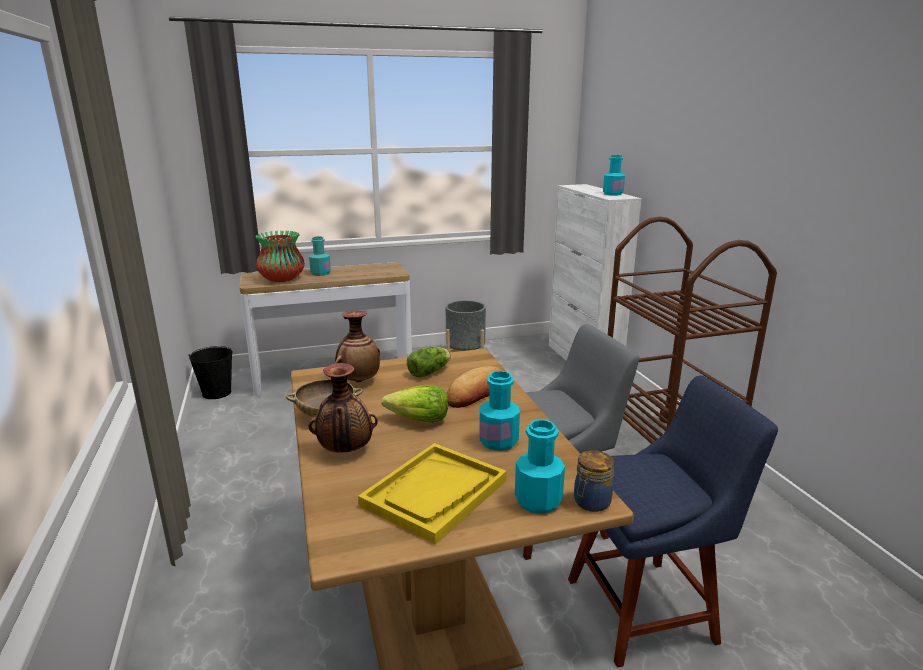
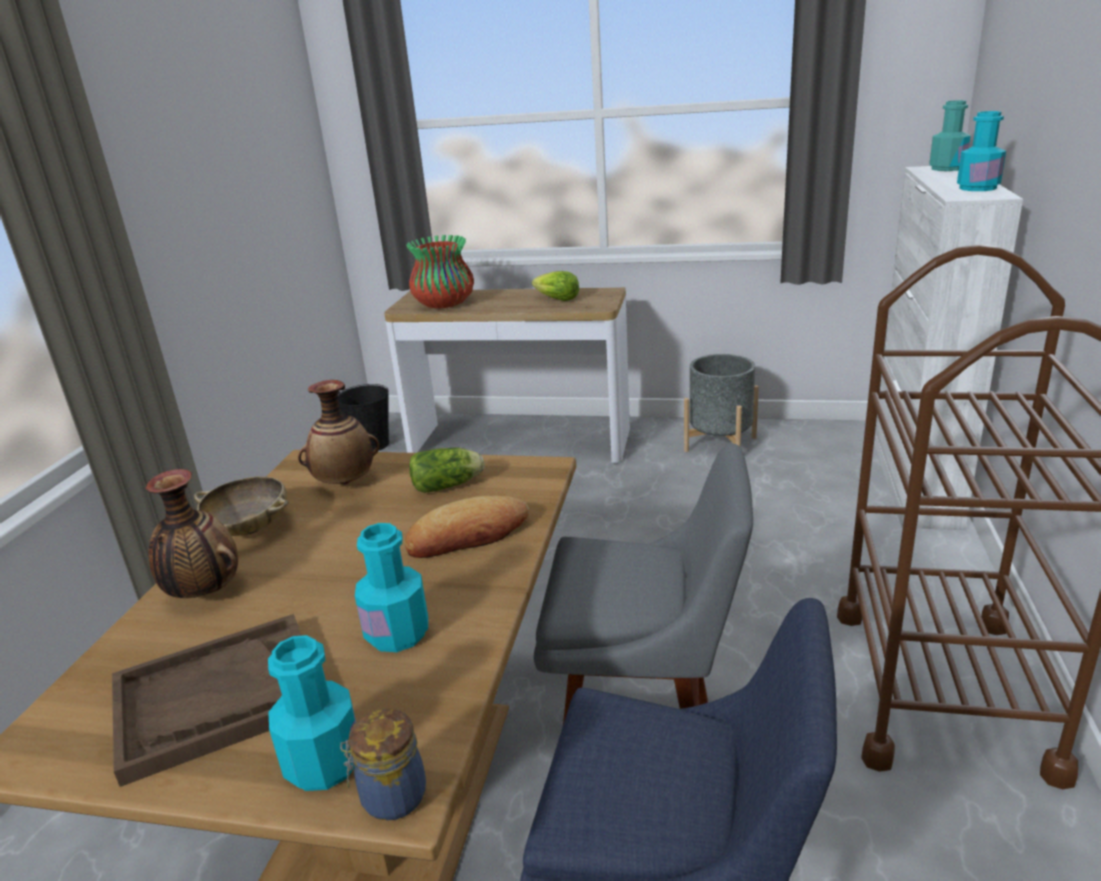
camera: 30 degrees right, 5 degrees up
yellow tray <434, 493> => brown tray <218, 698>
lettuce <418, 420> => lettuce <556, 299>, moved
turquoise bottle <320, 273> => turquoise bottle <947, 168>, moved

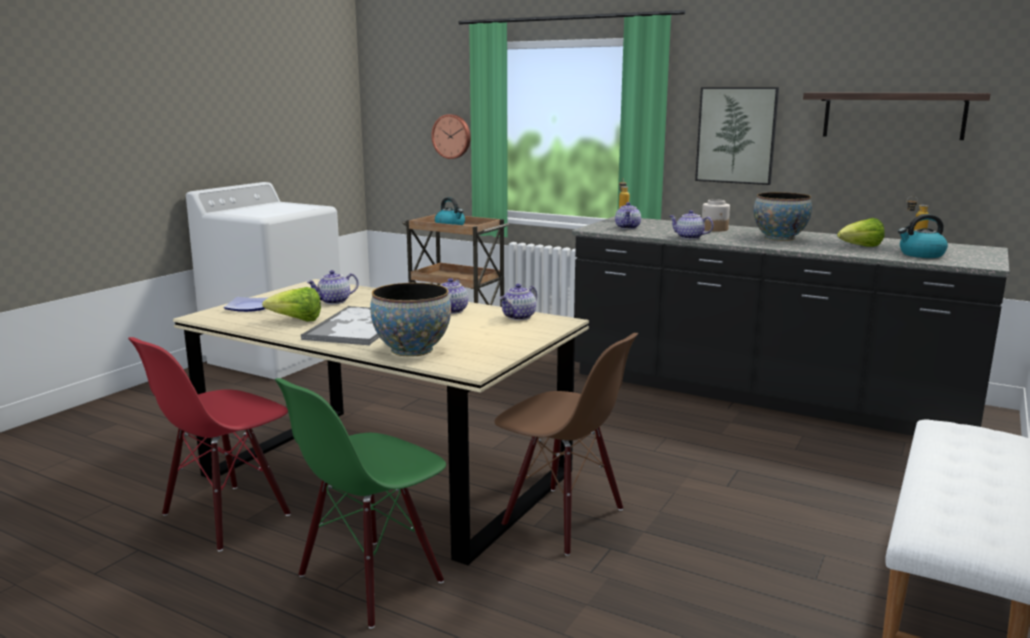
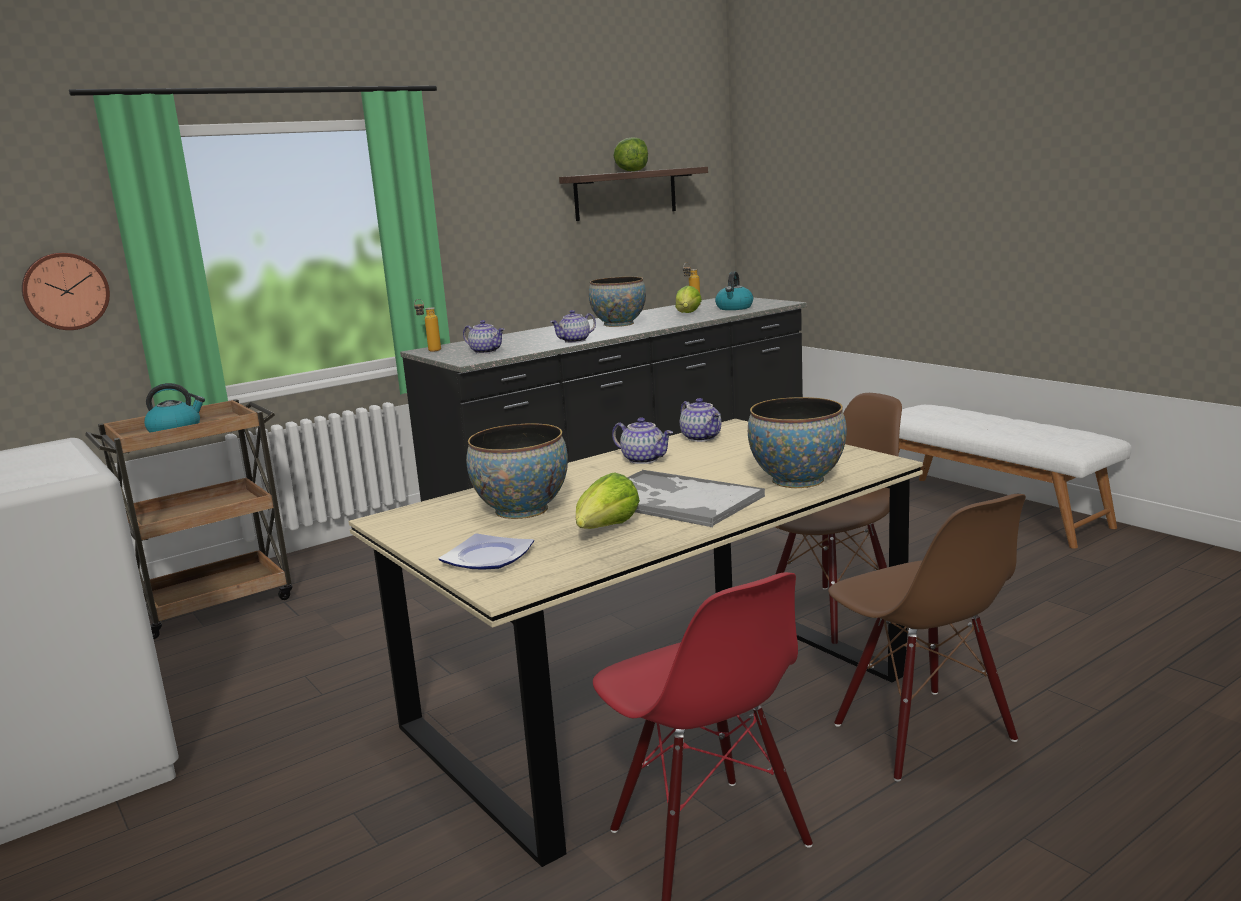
camera: 65 degrees left, 0 degrees up
teapot <334, 302> => bowl <522, 510>
nothing => lettuce <632, 171>
green chair <371, 580> => brown chair <921, 733>
picture <736, 135> => nothing
jar <715, 229> => nothing

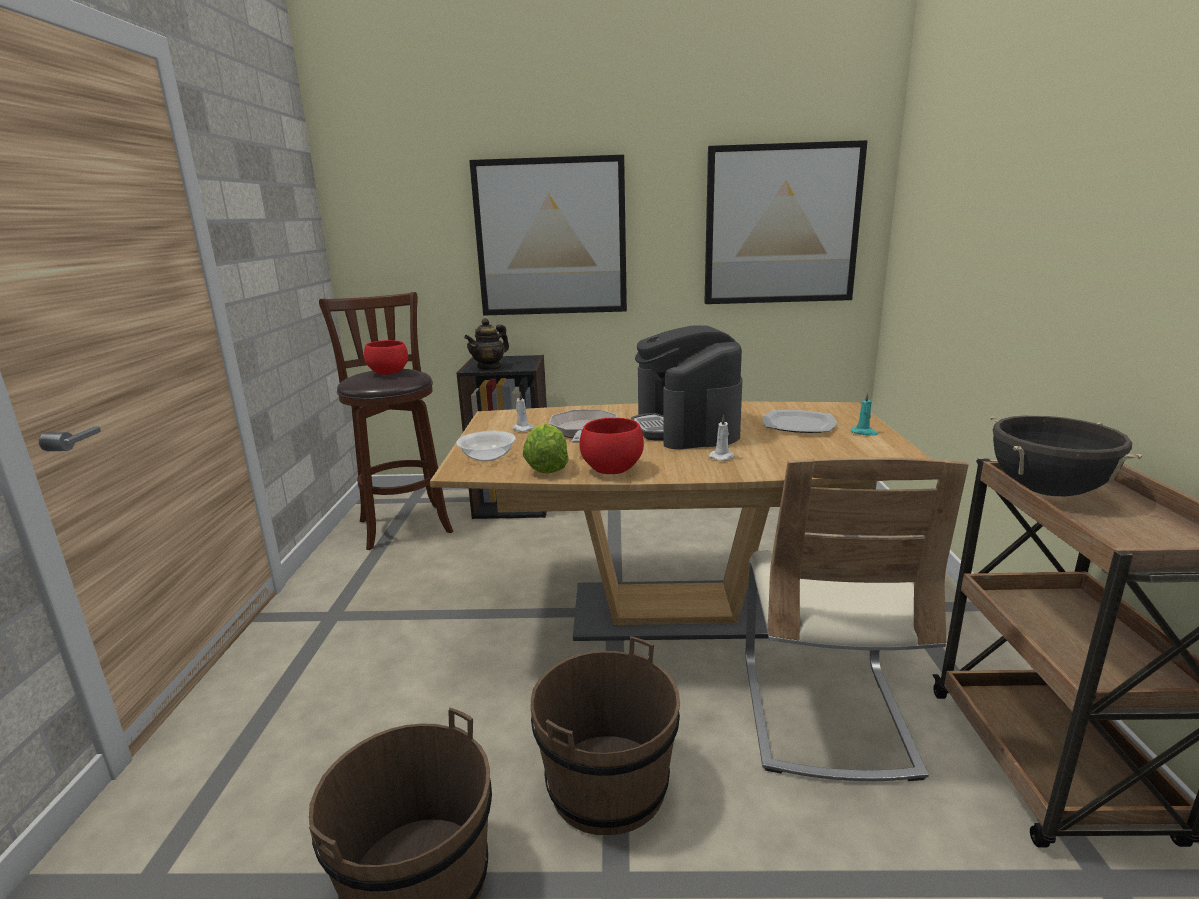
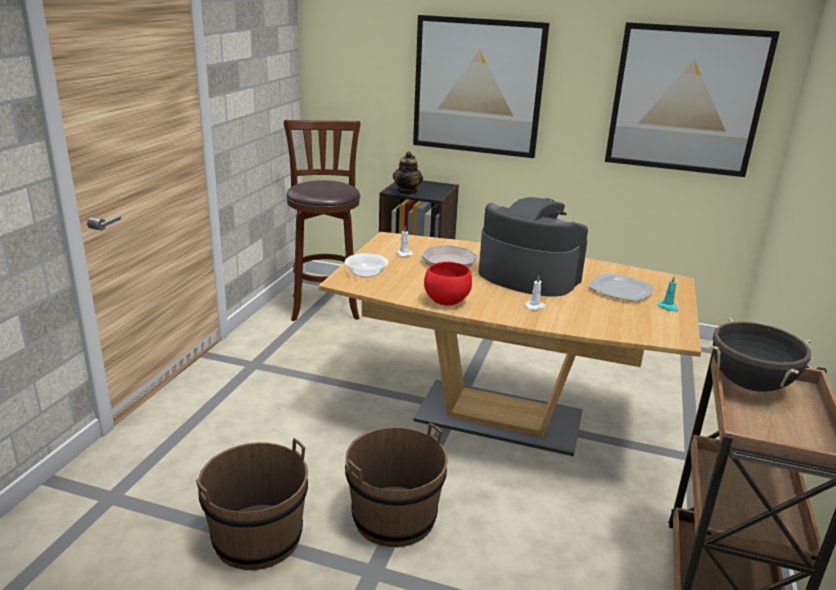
camera: 15 degrees right, 5 degrees up
teapot <489, 367> => teapot <407, 191>, 45 degrees counterclockwise
coffee machine <686, 428> => coffee machine <527, 276>, 120 degrees clockwise
red bowl <389, 373> => nothing
lettuce <546, 467> => nothing
beige chair <824, 712> => nothing

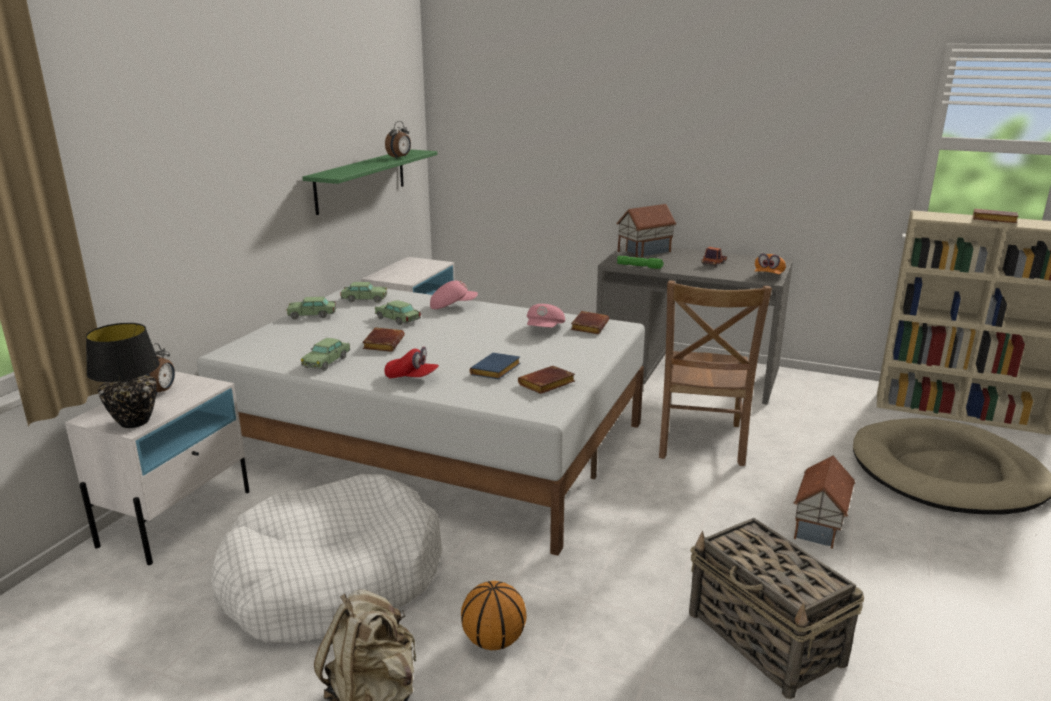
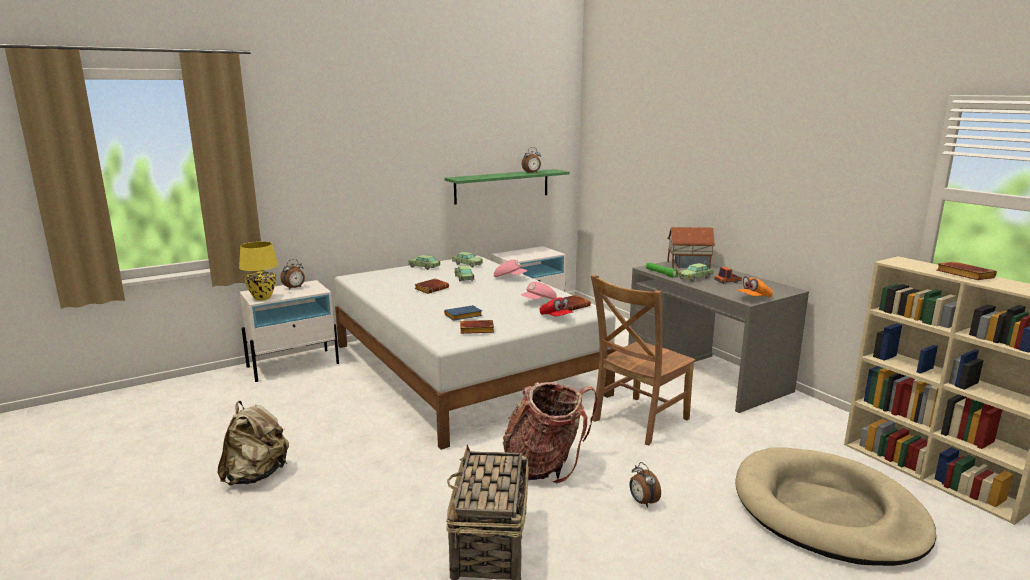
camera: 35 degrees right, 5 degrees down
black table lamp <134, 422> => yellow table lamp <262, 298>
nothing => backpack <545, 466>
red cap <412, 378> => red cap <556, 317>, moved
toy house <821, 527> => alarm clock <642, 502>
toy car <326, 362> => toy car <695, 278>, moved
white dog bed <332, 580> => nothing
basketball <493, 640> => nothing

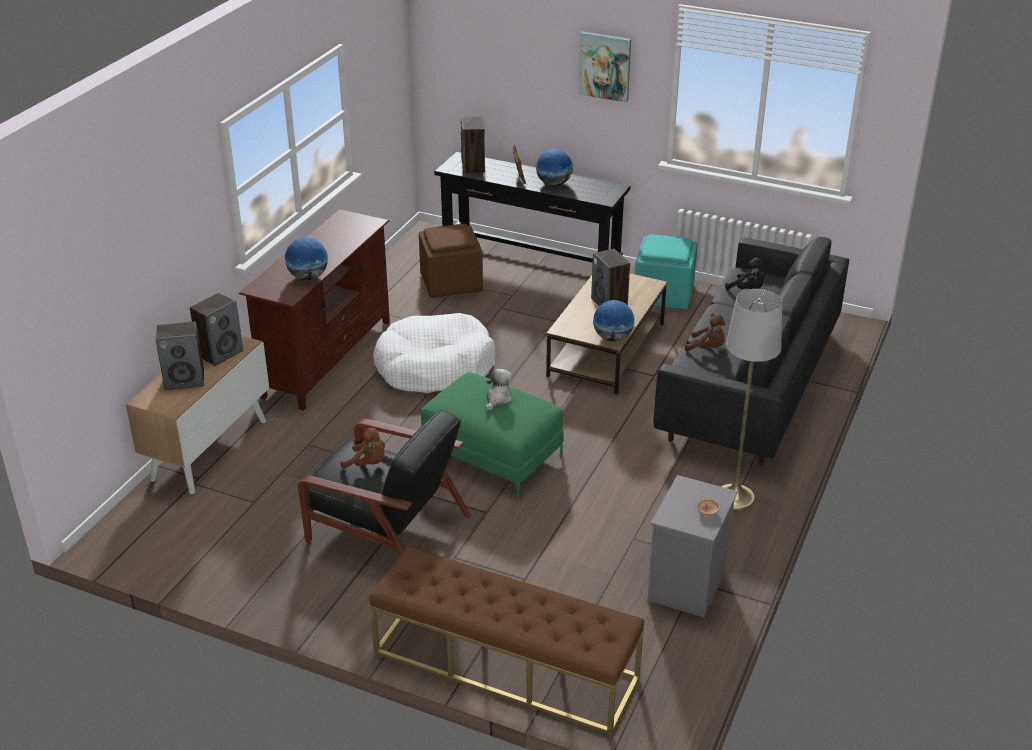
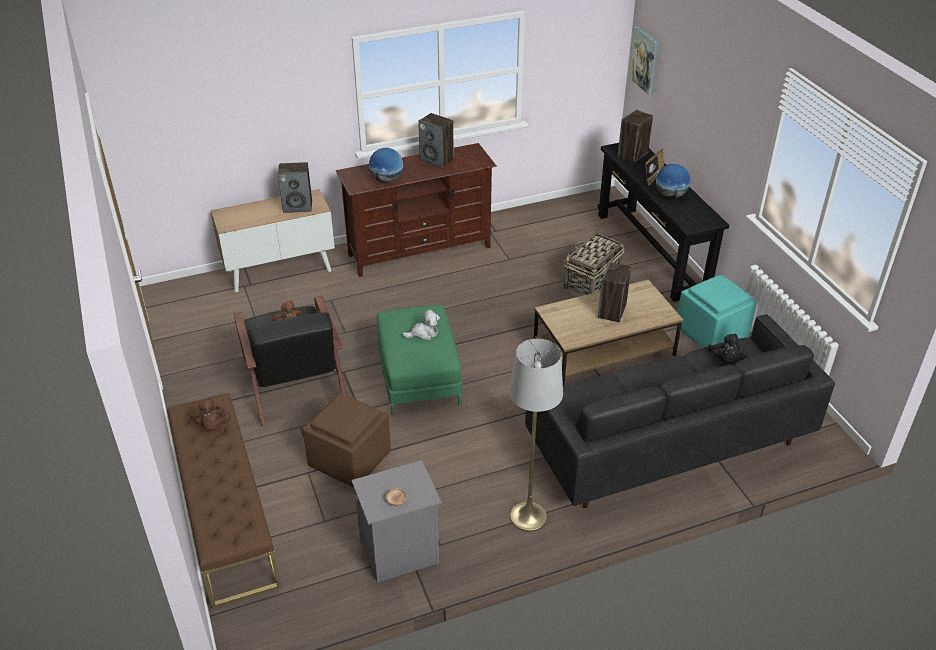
camera: 45 degrees right, 5 degrees up
brown plush toy <707, 348> => brown plush toy <212, 426>, moved
brown ottoman <451, 283> => brown ottoman <350, 459>, moved
speaker <185, 380> => speaker <437, 160>, moved
nothing => basket <591, 281>
picture <605, 66> => picture <645, 60>, moved
white dog bed <434, 367> => nothing
globe <613, 338> => nothing

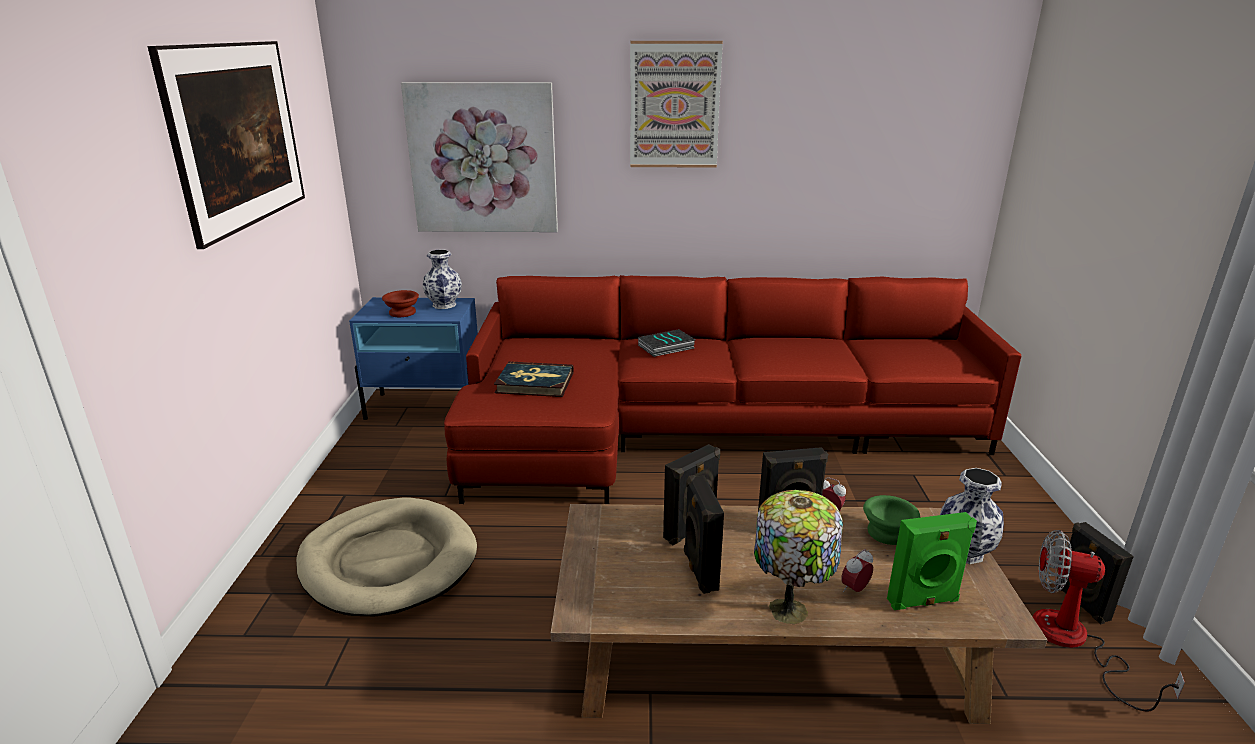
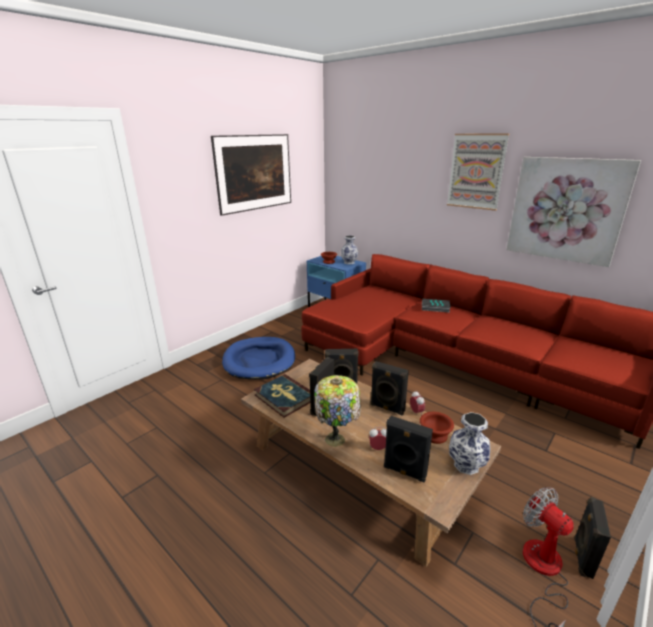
camera: 40 degrees right, 0 degrees up
beige dog bed <388, 561> => blue dog bed <259, 360>
book <535, 383> => book <284, 397>, moved
green speaker <923, 602> => black speaker <404, 472>
green bowl <889, 533> => brown bowl <436, 435>
picture <483, 159> => picture <566, 210>, moved

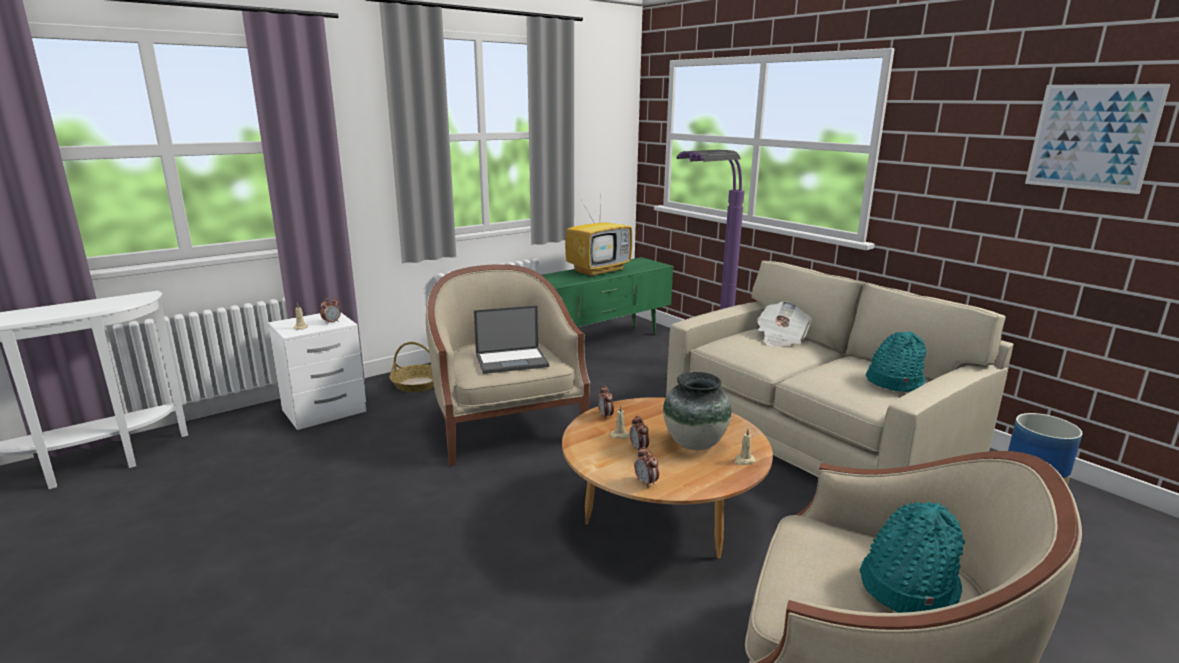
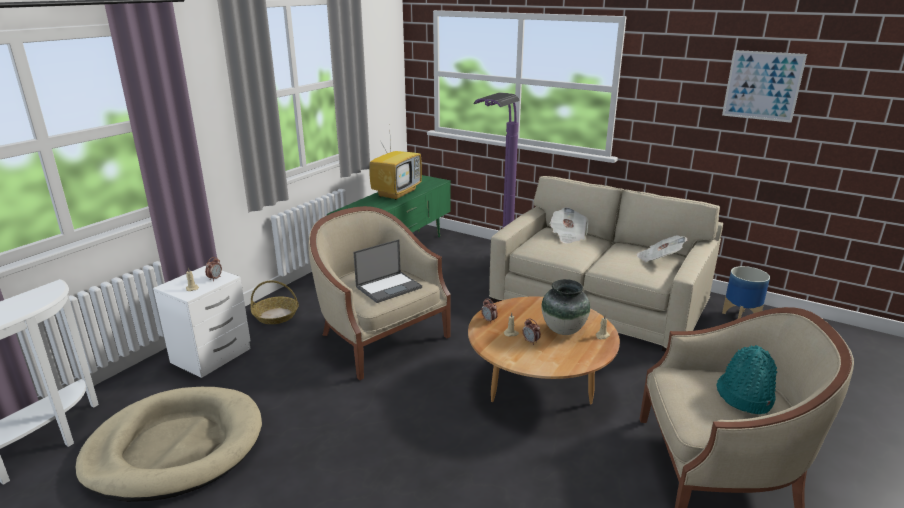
camera: 20 degrees left, 5 degrees up
nothing => beige dog bed <175, 447>
turquoise hat <893, 381> => newspaper <658, 259>
alarm clock <646, 483> => nothing

